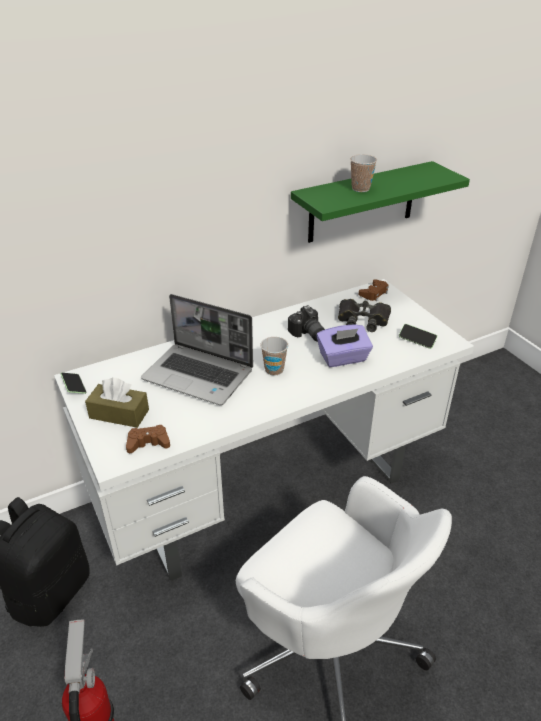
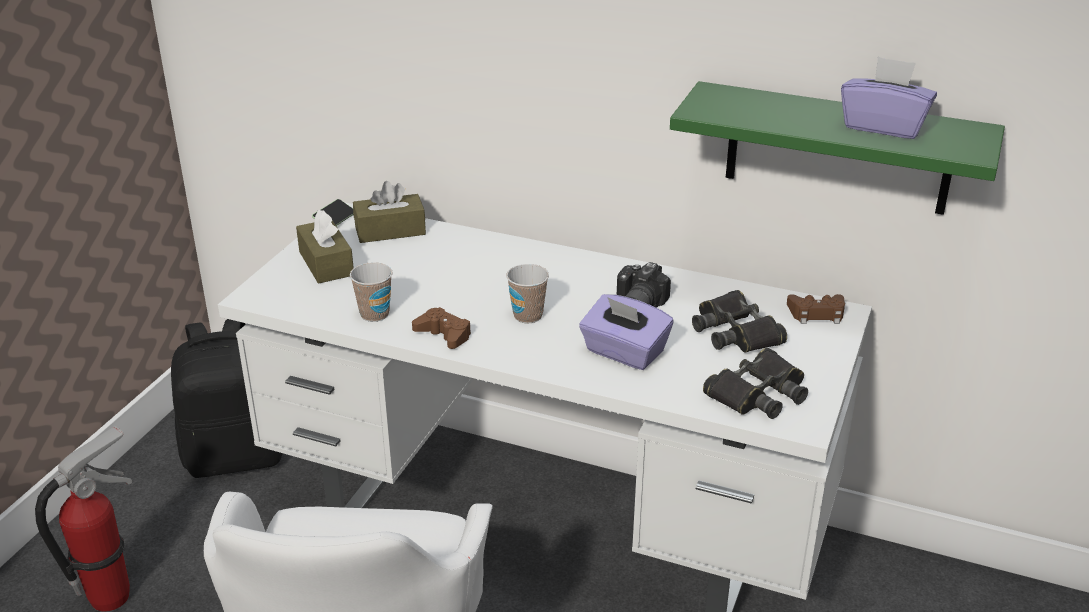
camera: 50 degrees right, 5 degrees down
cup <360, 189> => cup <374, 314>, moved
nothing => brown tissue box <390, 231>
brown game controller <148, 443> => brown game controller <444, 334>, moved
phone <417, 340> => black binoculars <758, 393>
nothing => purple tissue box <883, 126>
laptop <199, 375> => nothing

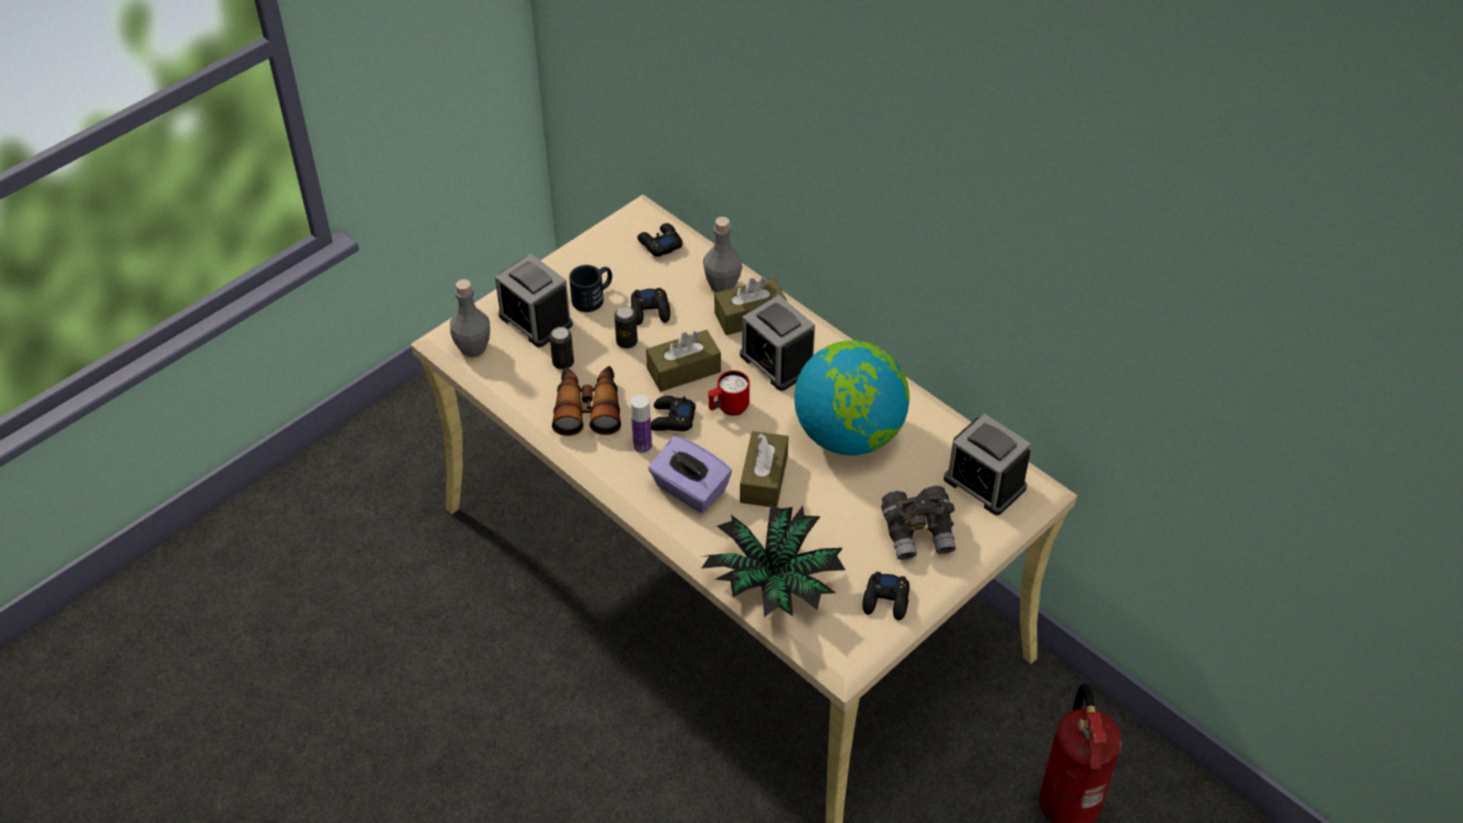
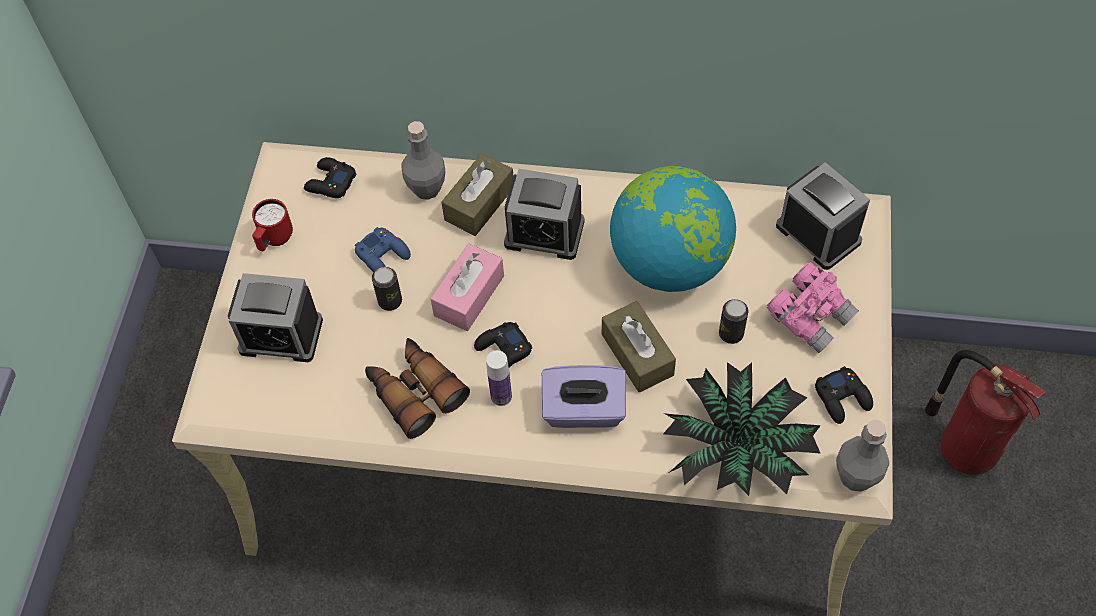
camera: 35 degrees left, 10 degrees up
red mug <728, 408> => red mug <274, 240>, moved
black game controller <650, 311> => blue game controller <383, 255>
brown tissue box <683, 370> => pink tissue box <469, 295>
can <563, 362> => can <731, 334>, moved
grey binoculars <918, 533> => pink binoculars <810, 316>
alarm clock <984, 483> => alarm clock <818, 234>, 135 degrees counterclockwise
grey bottle <473, 348> => grey bottle <856, 477>, moved
black mug <593, 297> => nothing

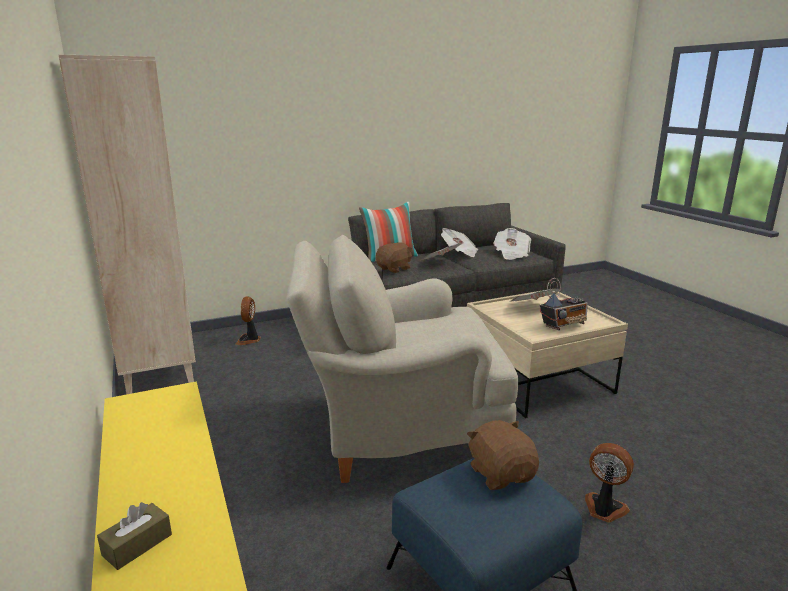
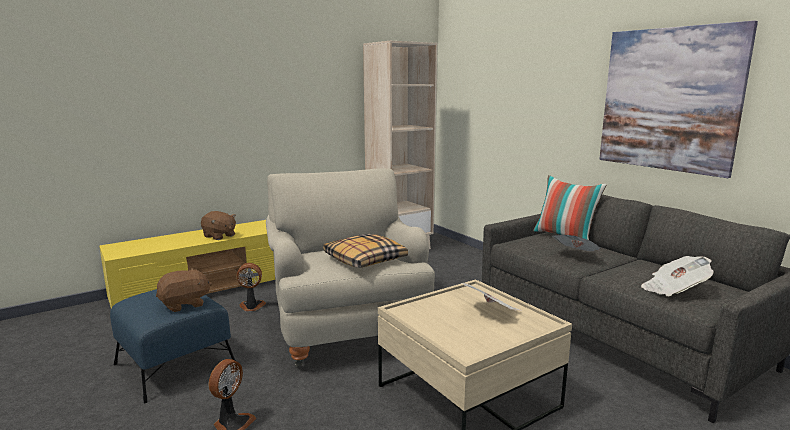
camera: 80 degrees right, 5 degrees down
brown plush toy <394, 269> => brown plush toy <219, 236>, moved
fan <249, 340> => fan <251, 307>, moved
nothing => pillow <364, 260>
nothing => picture <669, 99>
brown tissue box <137, 545> => nothing
newspaper <459, 252> => nothing
radio <563, 325> => nothing

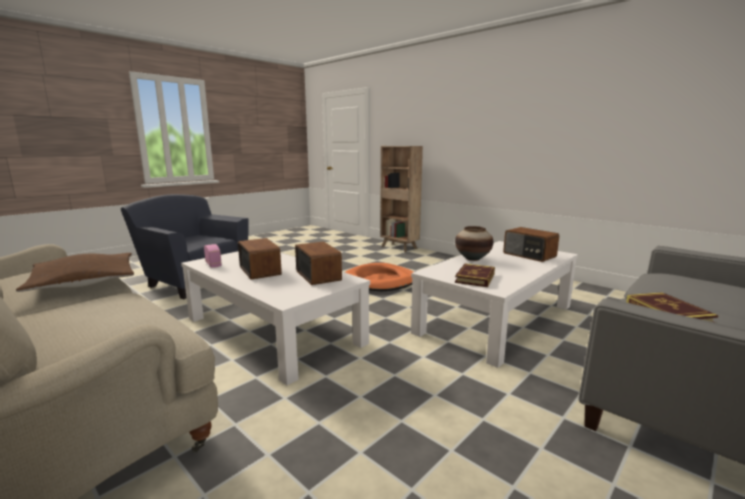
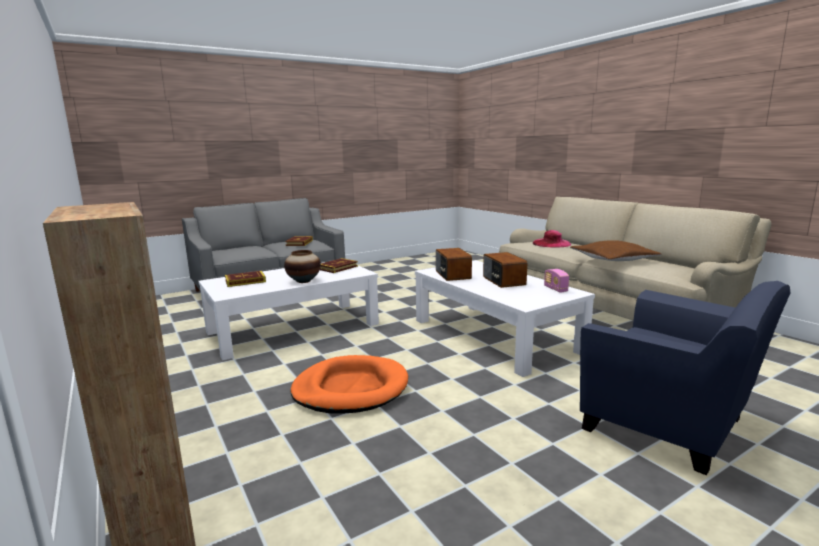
camera: 165 degrees left, 0 degrees up
radio <529, 255> => book <245, 281>
nothing => pink hat <551, 243>

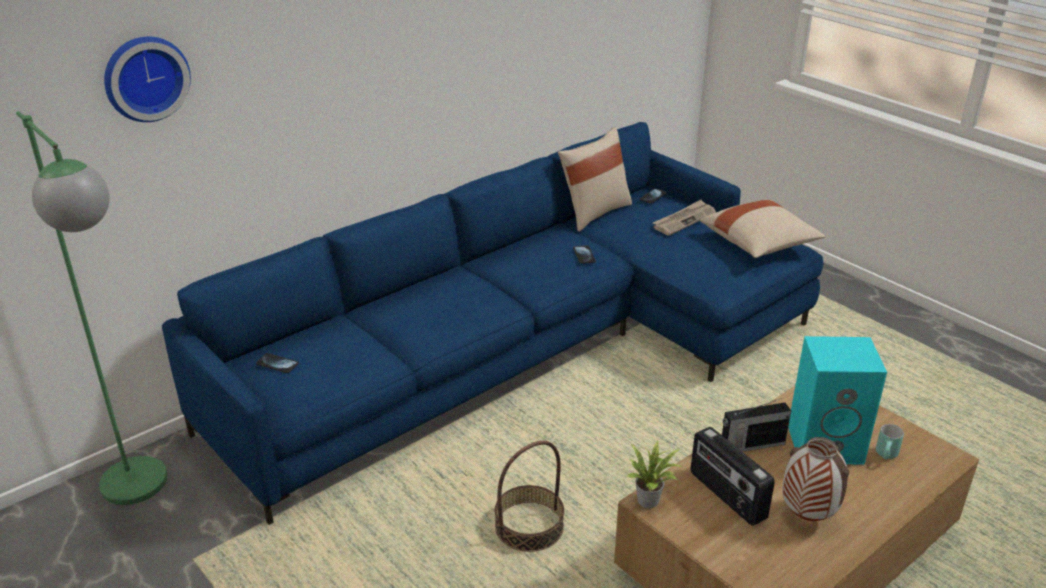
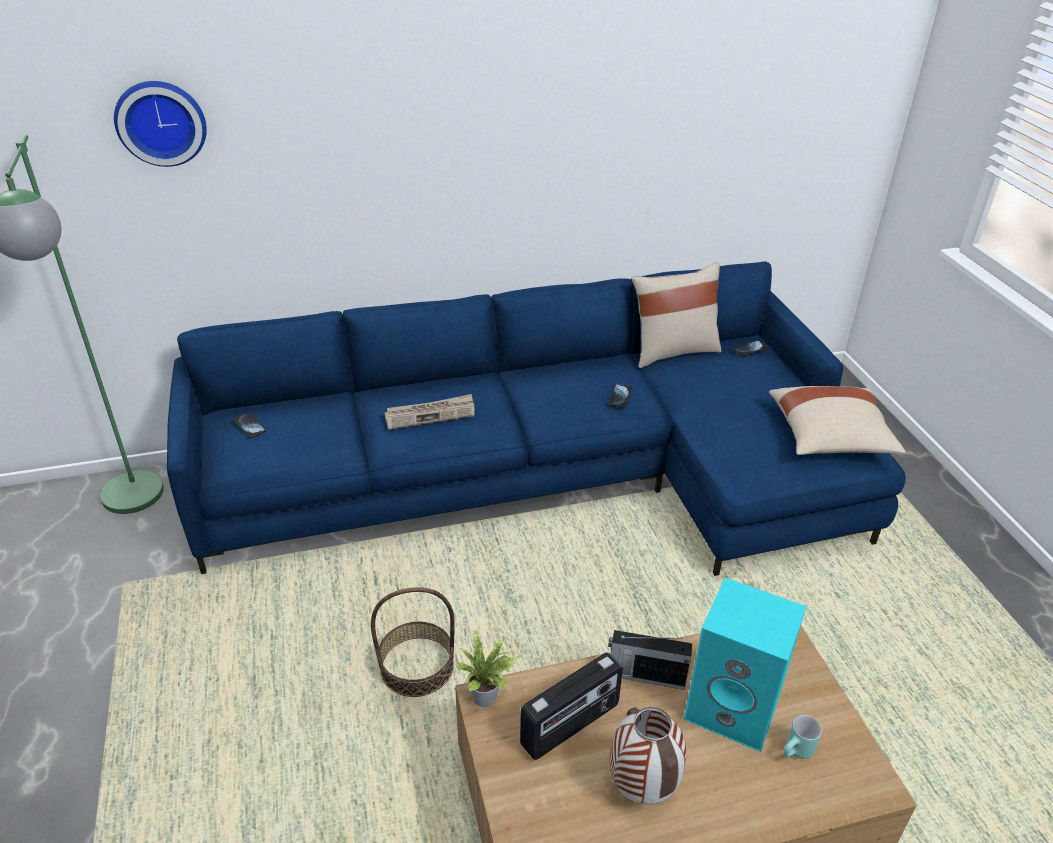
camera: 25 degrees right, 5 degrees up
newspaper <684, 220> => newspaper <430, 414>, moved
radio <726, 496> => radio <571, 725>, 120 degrees counterclockwise

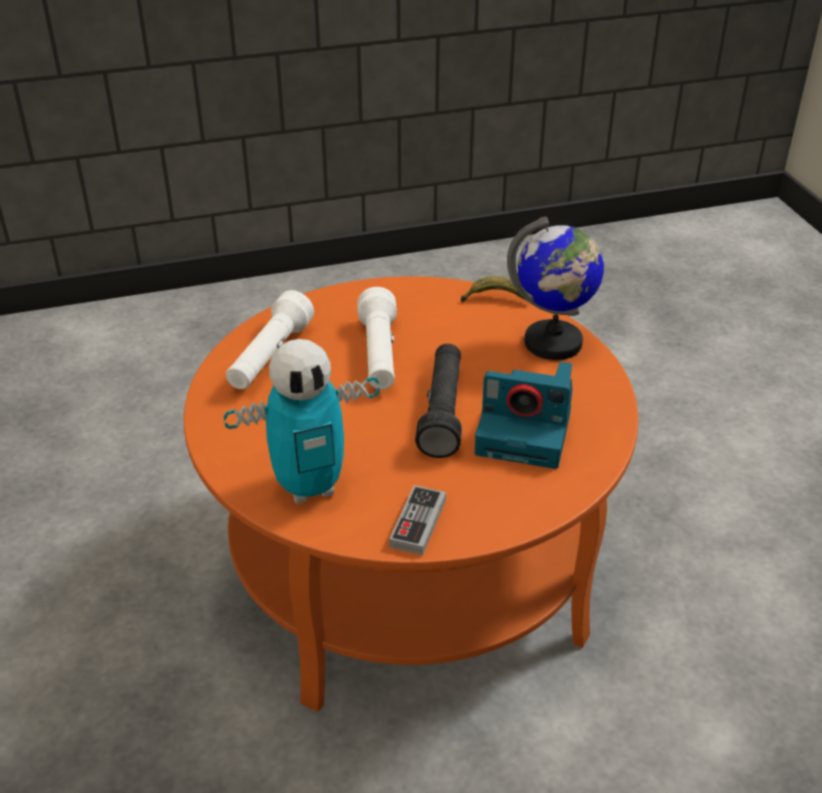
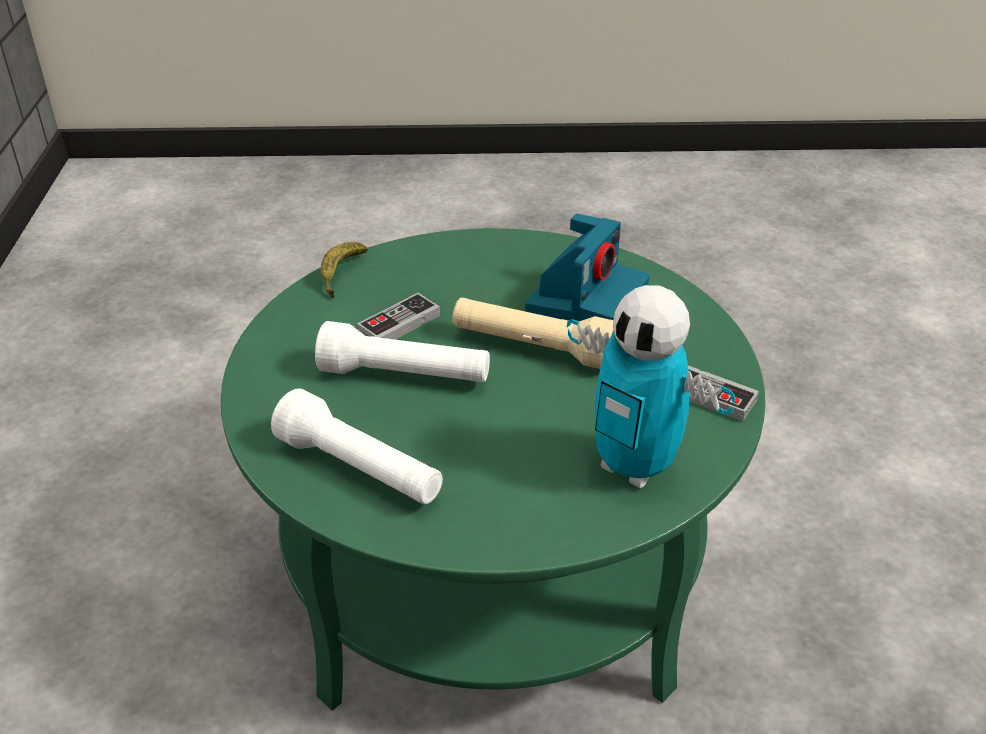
camera: 75 degrees left, 0 degrees up
orange coffee table <411, 568> => green coffee table <492, 565>
nothing => game controller <399, 324>
black flashlight <442, 412> => beige flashlight <532, 348>
toy robot <309, 487> => toy robot <634, 466>, 135 degrees clockwise
globe <553, 343> => nothing

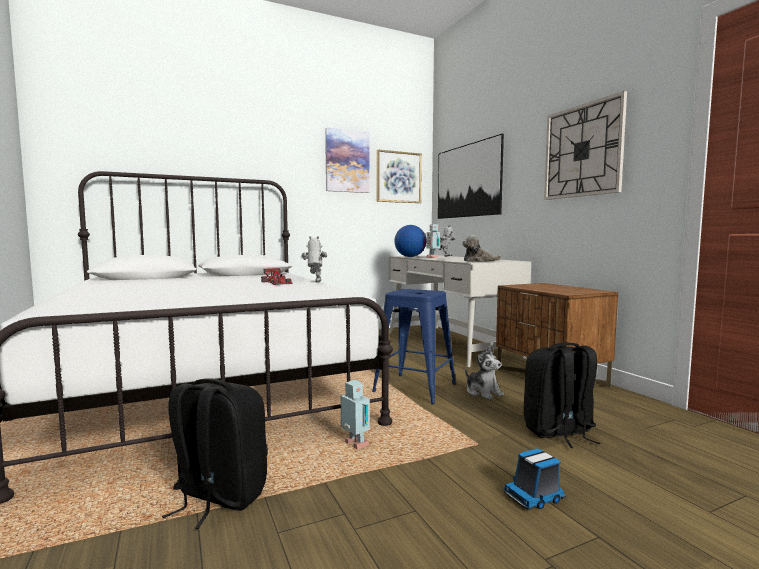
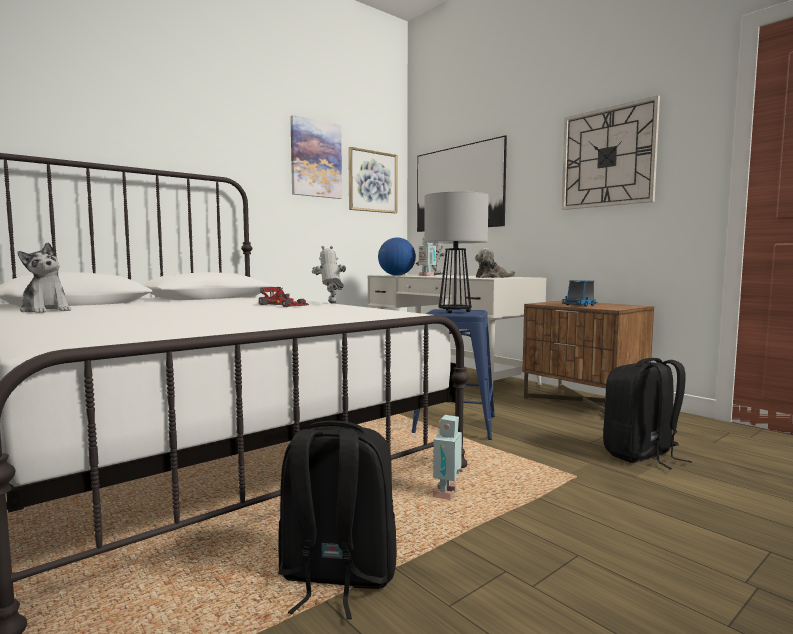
camera: 15 degrees left, 0 degrees up
plush toy <483, 392> => plush toy <46, 310>, moved
nothing => table lamp <455, 312>
toy robot <355, 446> => toy robot <447, 494>, 105 degrees counterclockwise
toy truck <535, 497> => toy truck <579, 305>, moved

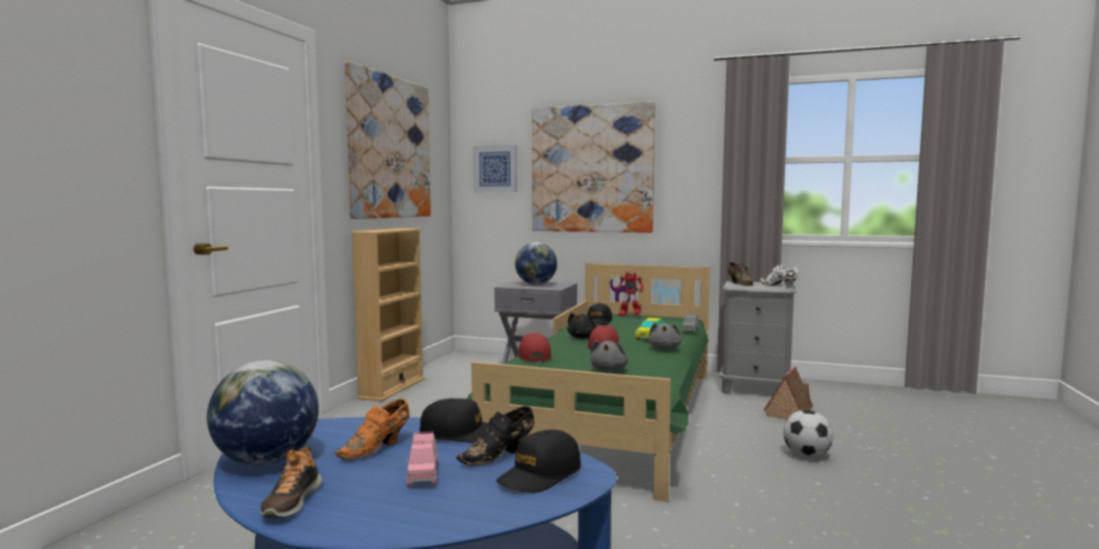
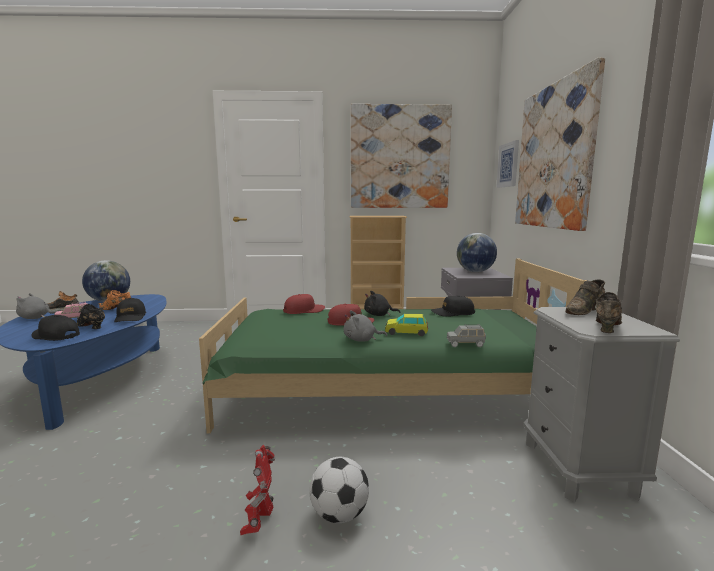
camera: 70 degrees right, 5 degrees up
grey plush toy <609, 370> => grey plush toy <36, 318>, moved
toy robot <629, 316> => toy robot <260, 524>, moved
white shoe <779, 286> => brown shoe <606, 327>
toy house <789, 412> => nothing

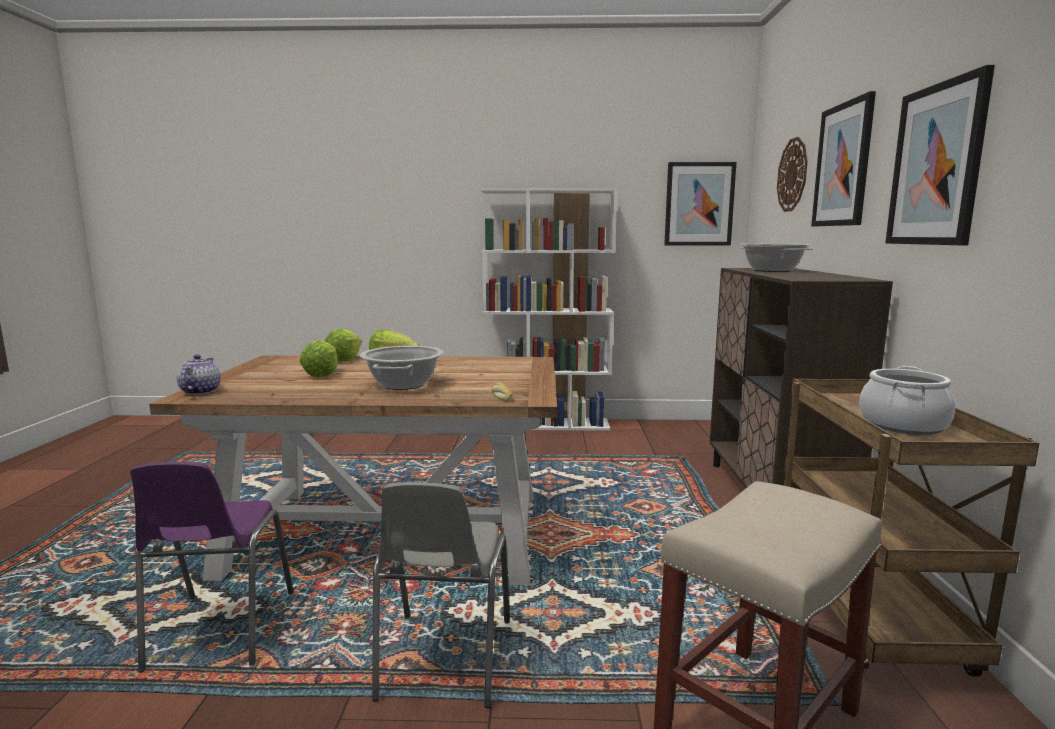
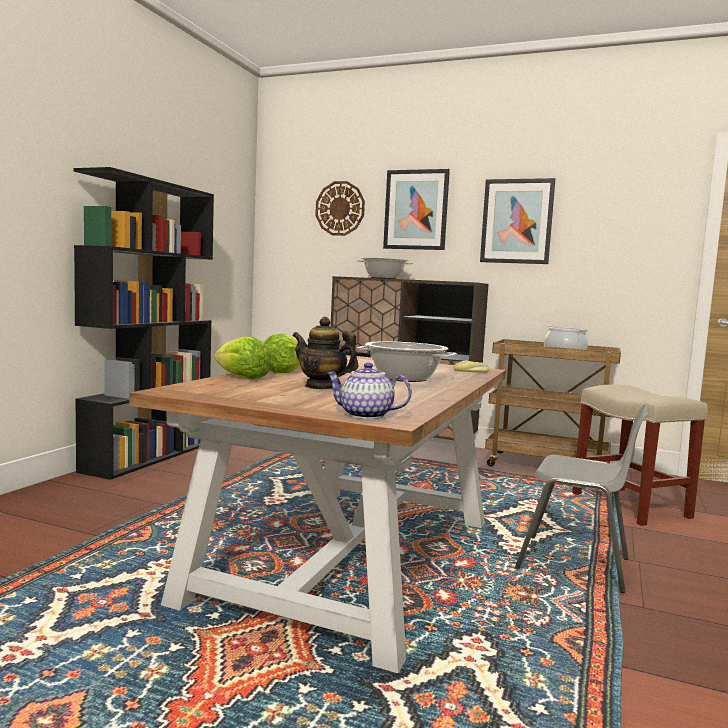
camera: 70 degrees left, 5 degrees down
white bookcase <547, 424> => black bookcase <148, 456>
lettuce <322, 374> => teapot <322, 386>
purple chair <219, 632> => nothing
picture <699, 204> => nothing

